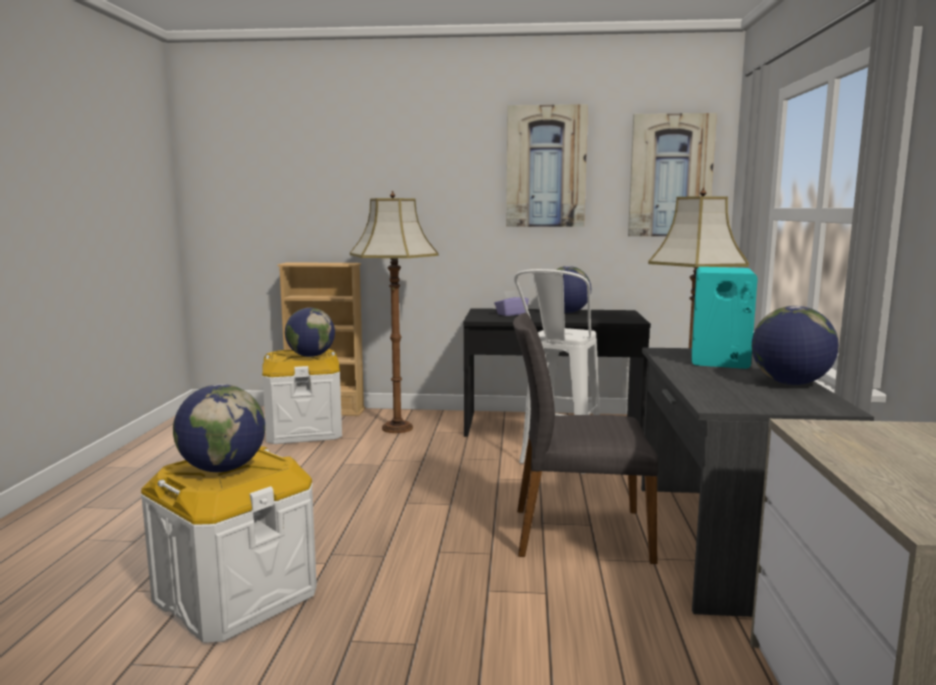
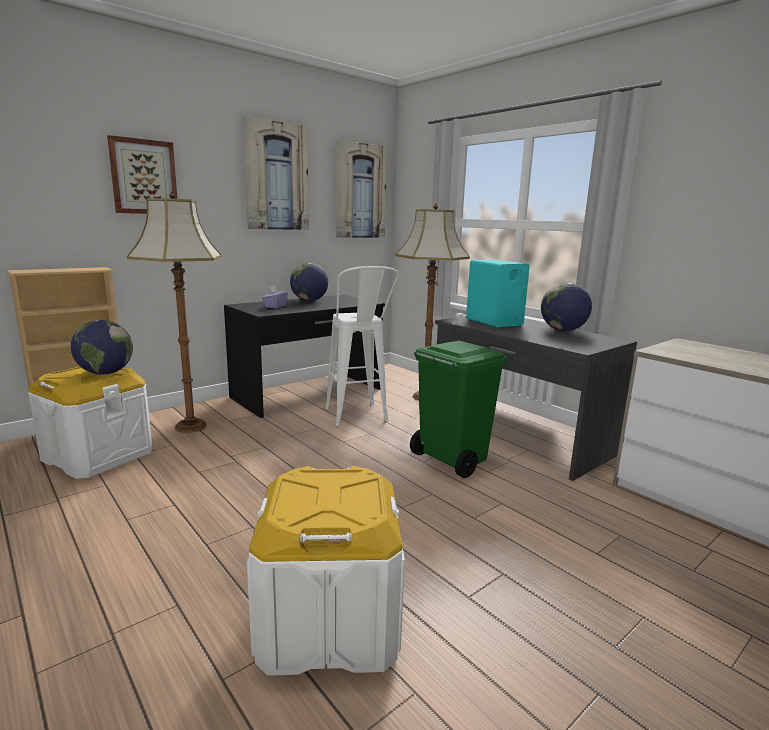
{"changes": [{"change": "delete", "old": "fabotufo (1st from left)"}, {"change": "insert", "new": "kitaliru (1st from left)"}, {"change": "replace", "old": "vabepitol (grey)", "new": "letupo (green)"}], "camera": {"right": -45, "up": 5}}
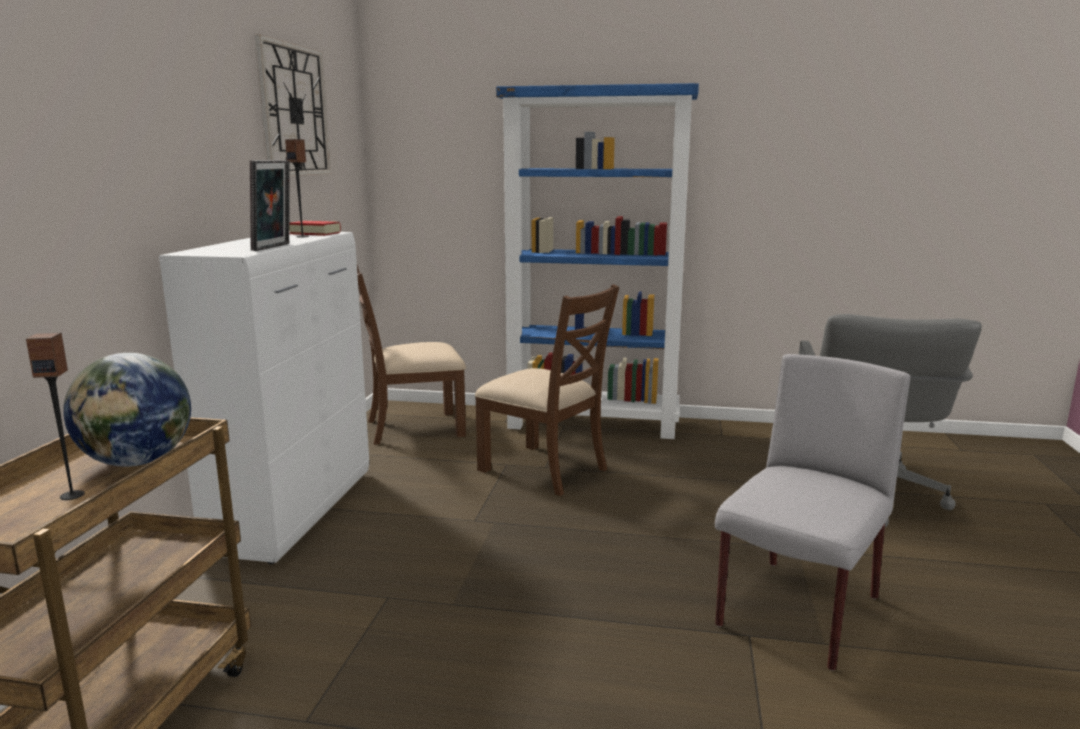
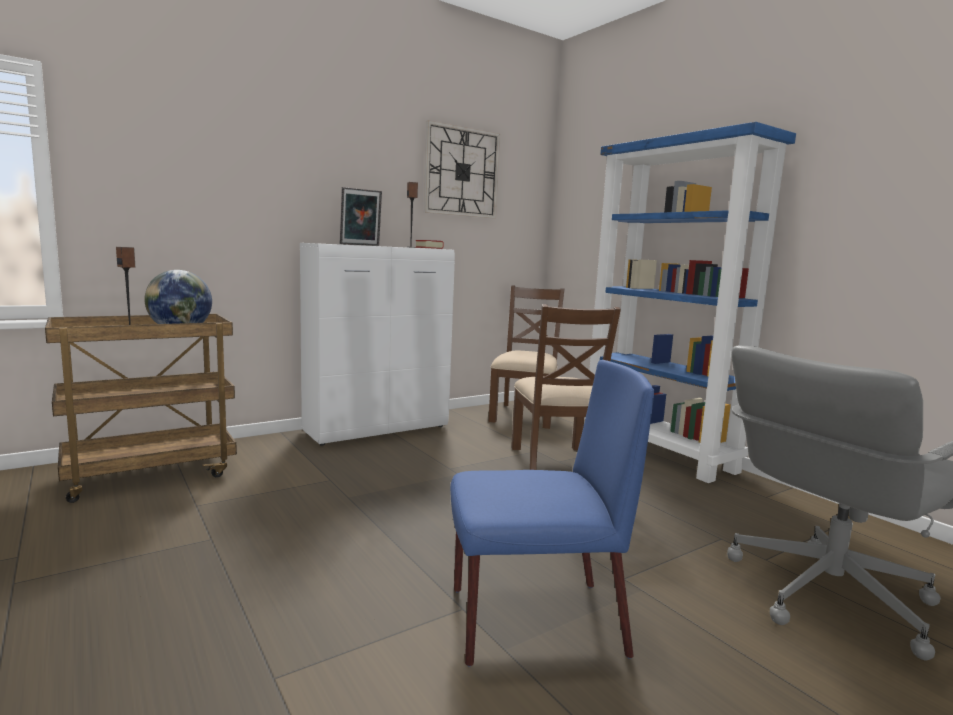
{"changes": [{"change": "recolor", "old": "vabepitol (grey)", "new": "vabepitol (blue)"}, {"change": "rotate", "old": "vabepitol (brown) (1st from left)", "degrees": 75}], "camera": {"right": 45, "up": -5}}
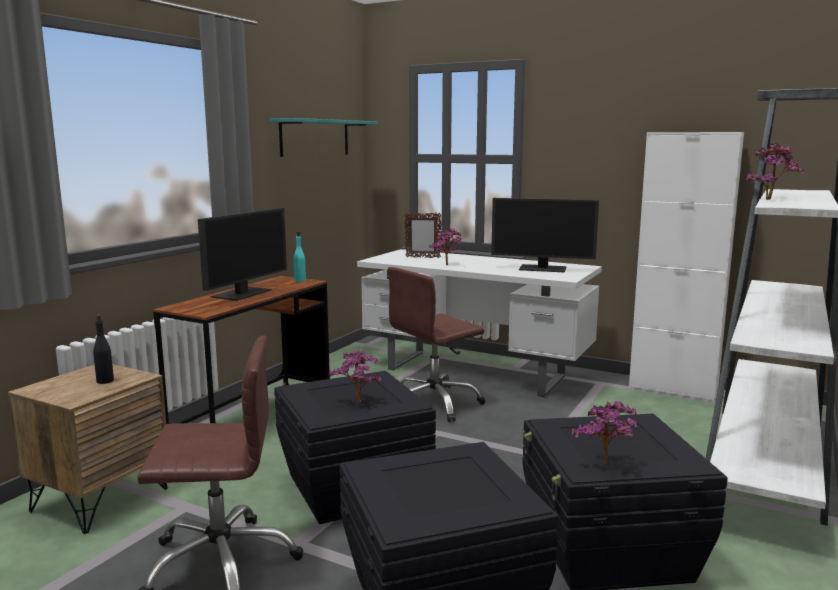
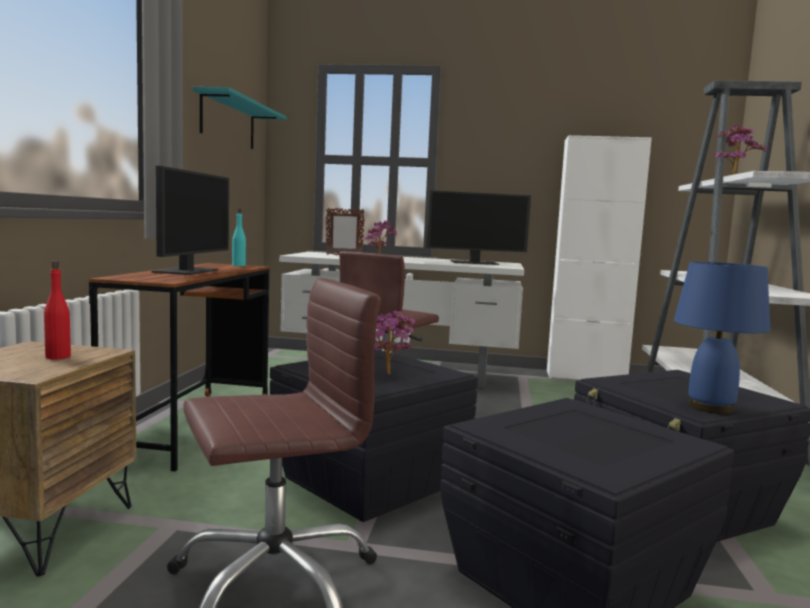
{"changes": [{"change": "replace", "old": "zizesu (3rd from left)", "new": "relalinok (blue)"}, {"change": "recolor", "old": "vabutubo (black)", "new": "vabutubo (red)"}], "camera": {"right": -20, "up": -5}}
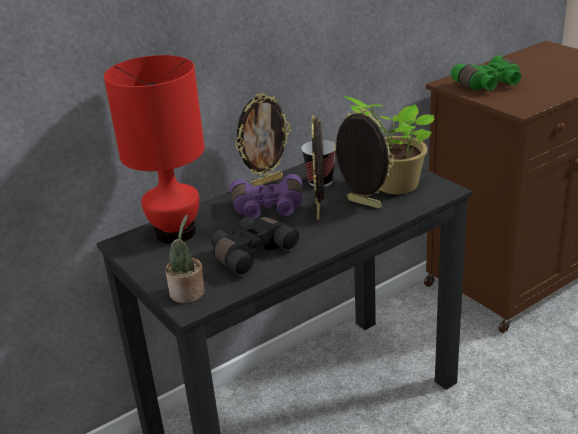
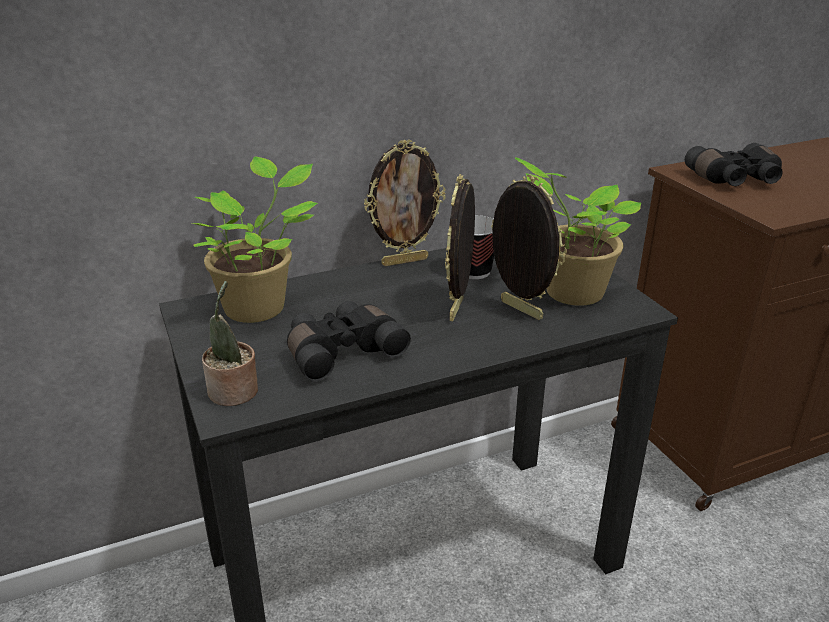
{"changes": [{"change": "delete", "old": "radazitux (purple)"}, {"change": "replace", "old": "relalinok (red)", "new": "zizesu (2nd from left)"}, {"change": "recolor", "old": "radazitux (green)", "new": "radazitux (black) (2nd from left)"}], "camera": {"right": 10, "up": 0}}
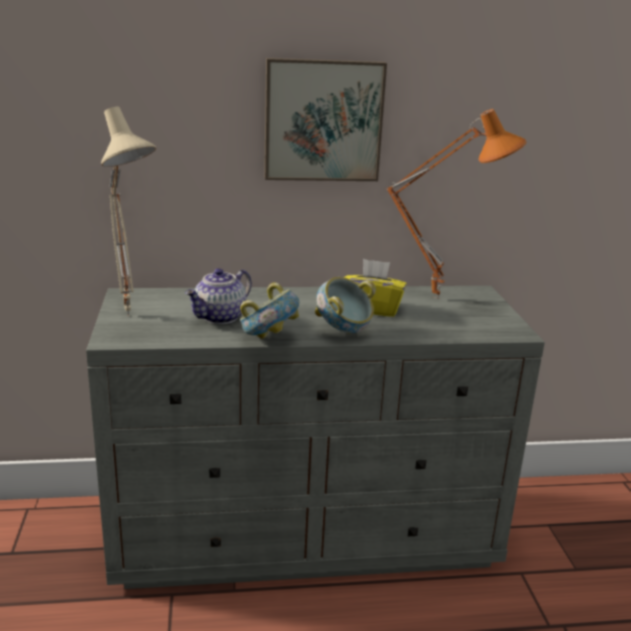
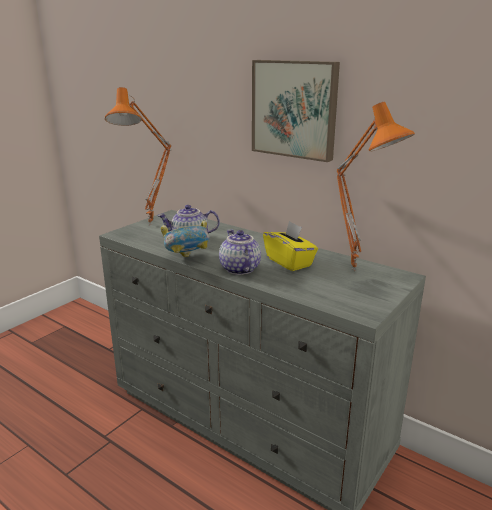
{"changes": [{"change": "replace", "old": "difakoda (2nd from left)", "new": "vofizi (2nd from left)"}, {"change": "recolor", "old": "relalinok (beige)", "new": "relalinok (orange) (1st from left)"}], "camera": {"right": 45, "up": 0}}
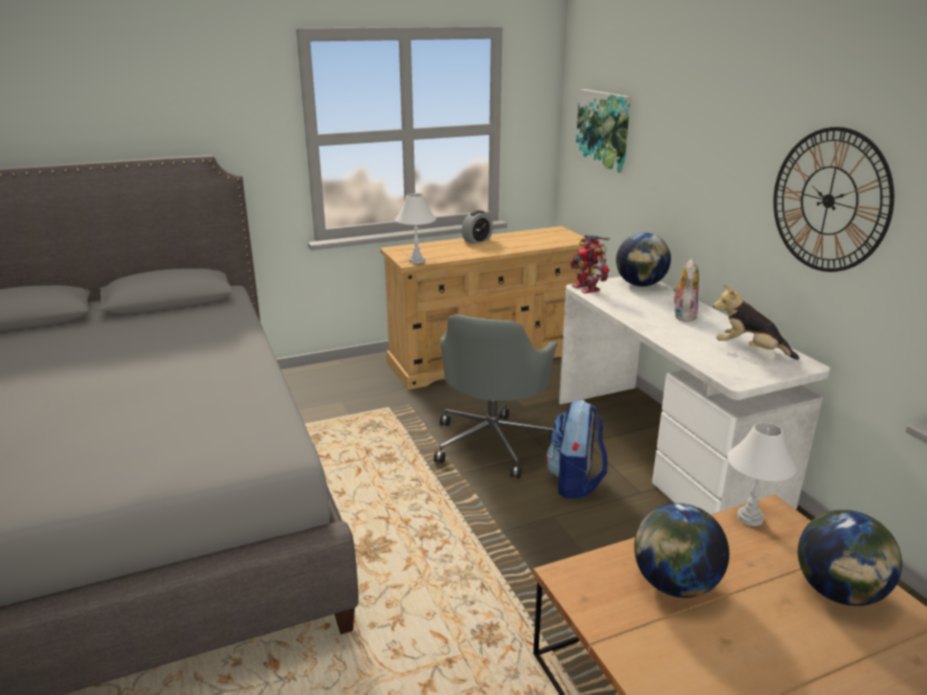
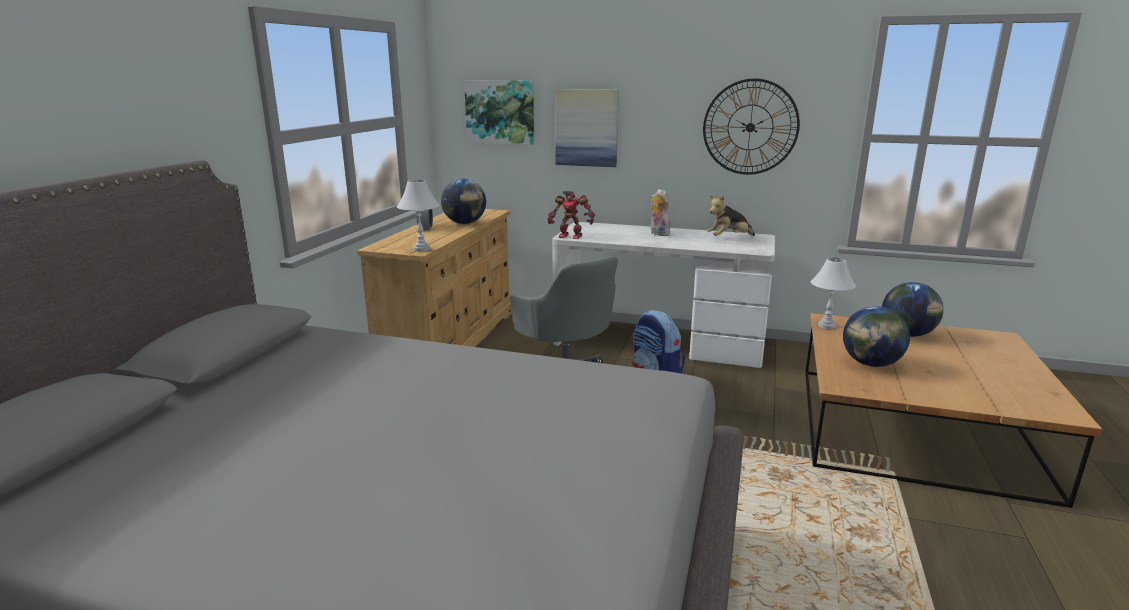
{"changes": [{"change": "insert", "new": "kitaliru (2nd from left)"}, {"change": "move", "old": "fabotufo (1st from left)"}], "camera": {"right": -50, "up": -5}}
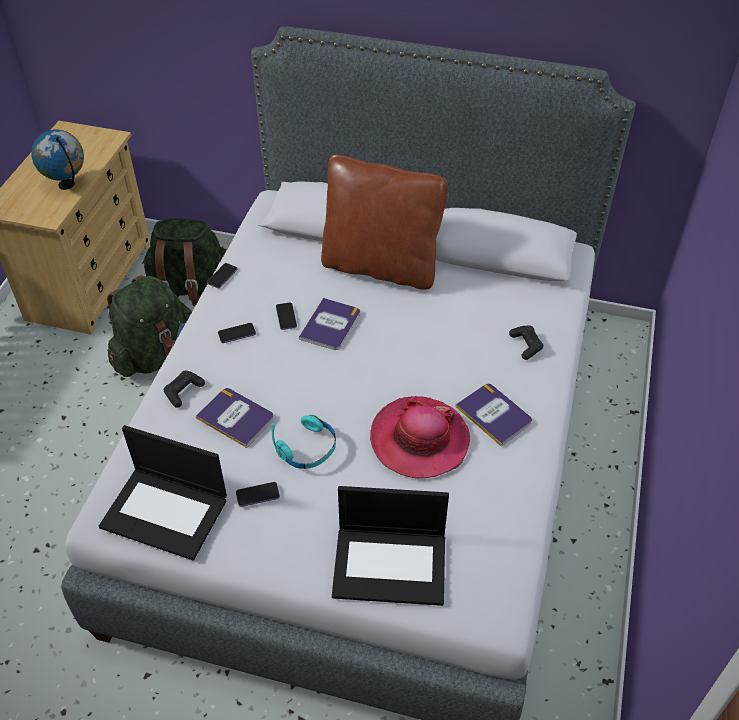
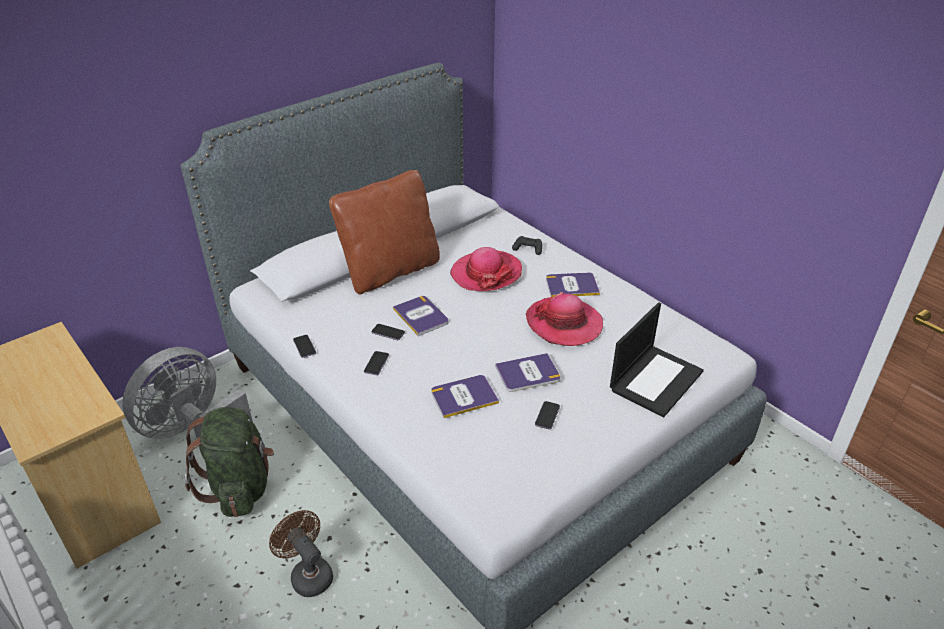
{"changes": [{"change": "delete", "old": "fabotufo"}, {"change": "delete", "old": "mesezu (1st from left)"}, {"change": "delete", "old": "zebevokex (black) (1st from left)"}, {"change": "insert", "new": "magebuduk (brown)"}, {"change": "insert", "new": "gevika (1st from left)"}, {"change": "replace", "old": "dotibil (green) (2nd from left)", "new": "magebuduk (grey)"}, {"change": "replace", "old": "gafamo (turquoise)", "new": "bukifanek (3rd from left)"}], "camera": {"right": -55, "up": -10}}
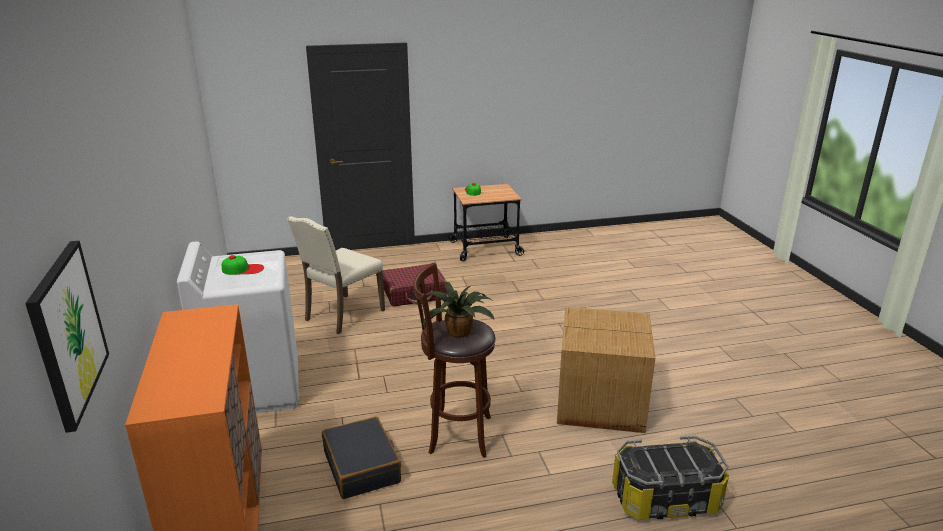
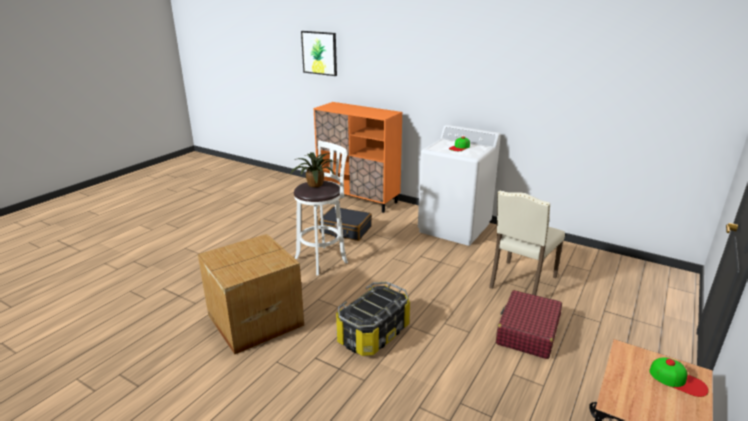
{"changes": [{"change": "move", "old": "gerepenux"}, {"change": "recolor", "old": "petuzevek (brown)", "new": "petuzevek (white)"}, {"change": "rotate", "old": "vabepitol (beige)", "degrees": -135}], "camera": {"right": 135, "up": 0}}
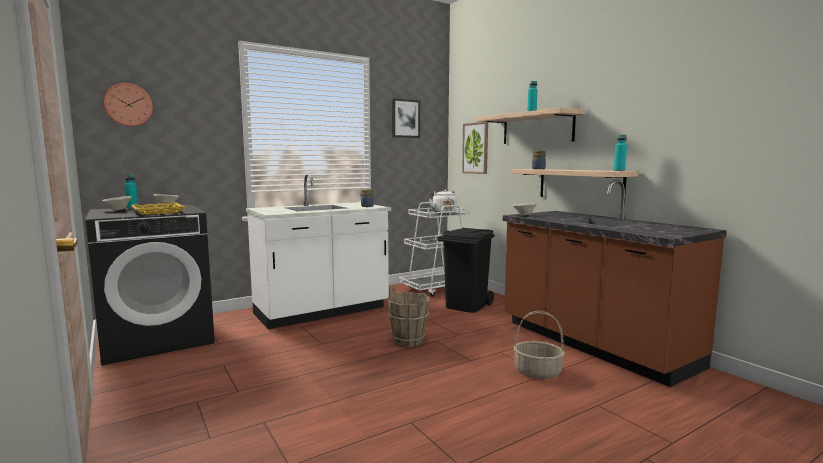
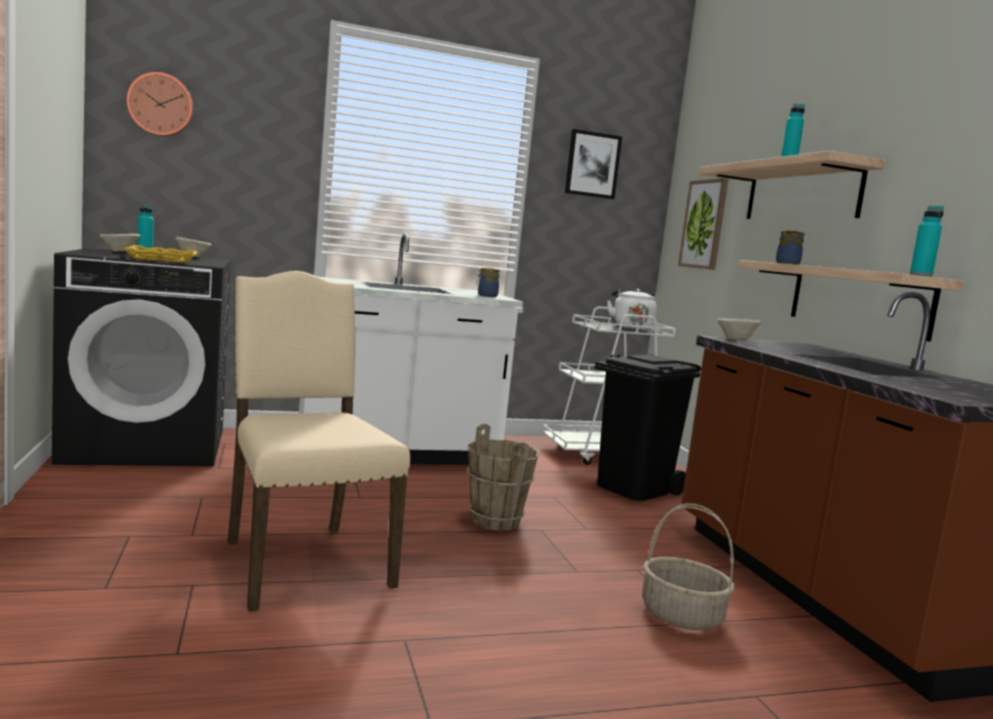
{"changes": [{"change": "insert", "new": "vabepitol (beige)"}], "camera": {"right": 15, "up": 0}}
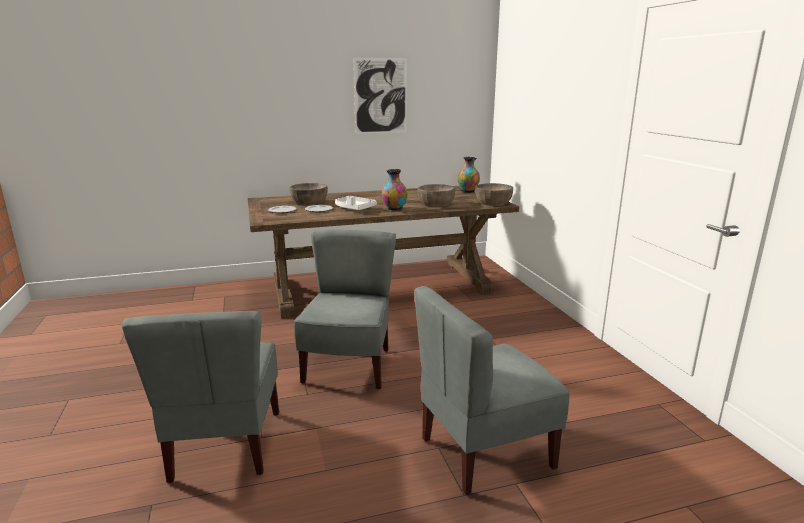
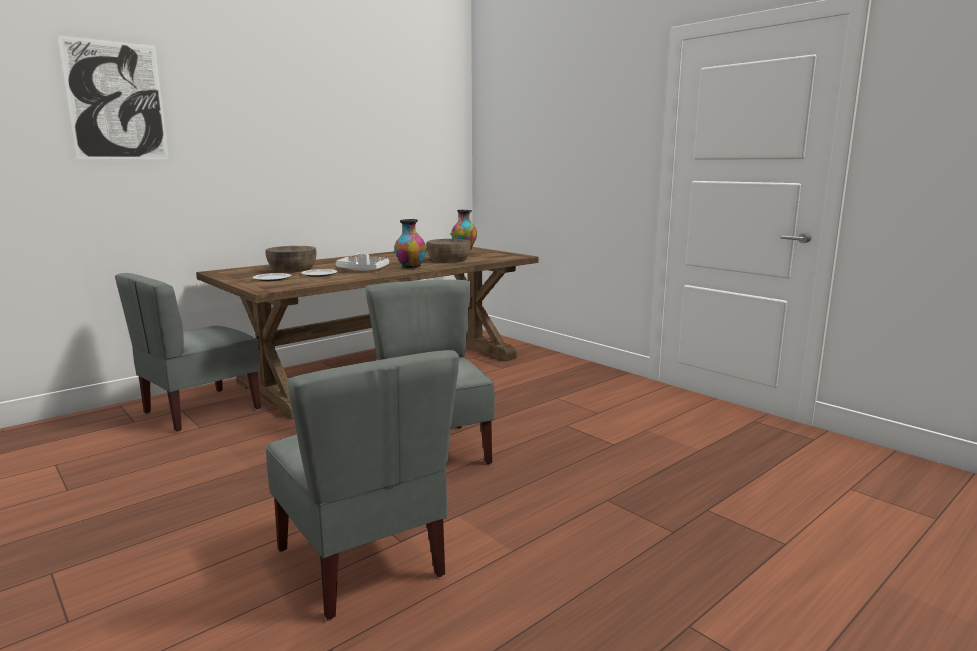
{"changes": [{"change": "delete", "old": "difakoda (brown) (3rd from left)"}, {"change": "move", "old": "kitaliru"}, {"change": "move", "old": "vabepitol (grey) (3rd from left in the first image)", "new": "vabepitol (grey) (1st from left)"}], "camera": {"right": -25, "up": -5}}
